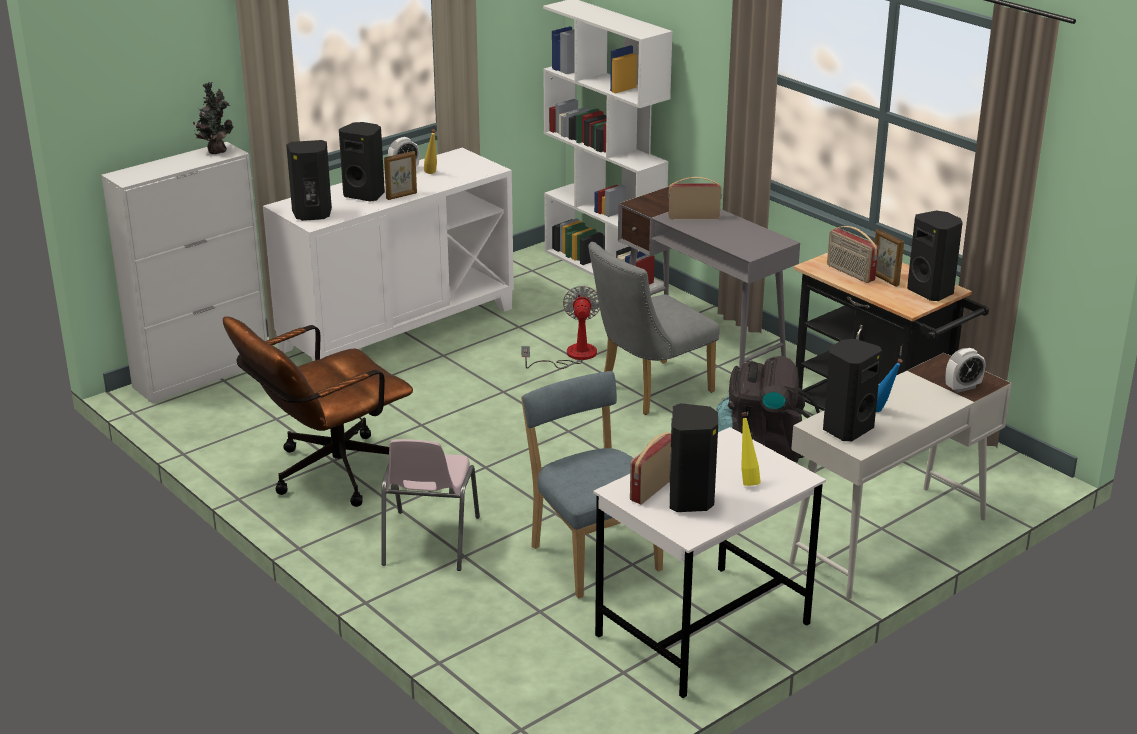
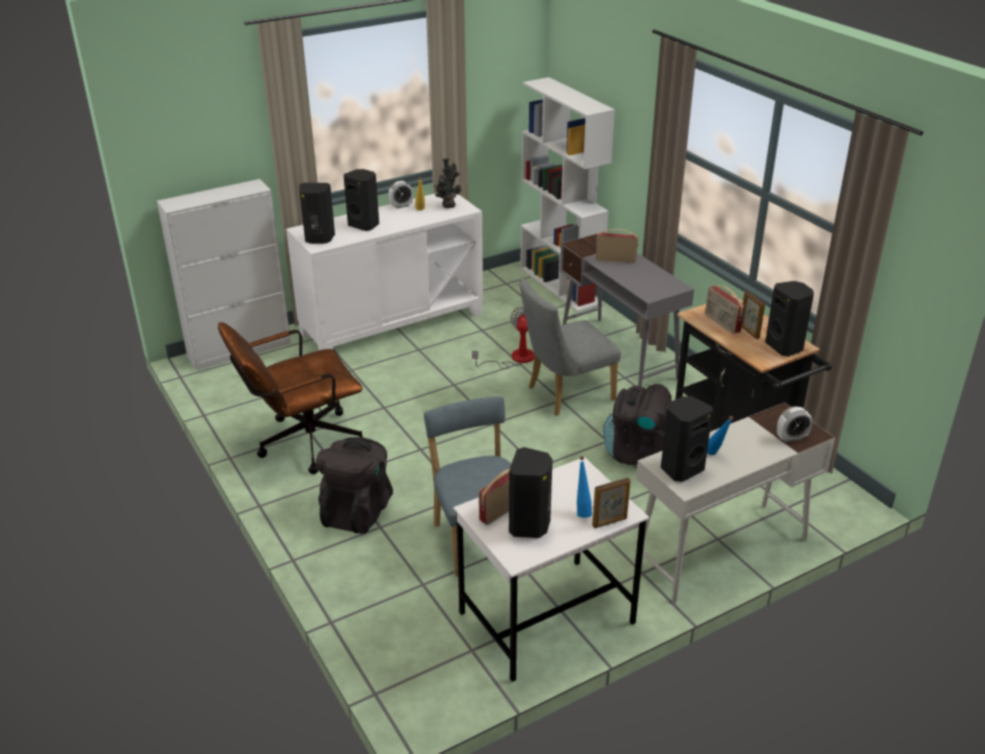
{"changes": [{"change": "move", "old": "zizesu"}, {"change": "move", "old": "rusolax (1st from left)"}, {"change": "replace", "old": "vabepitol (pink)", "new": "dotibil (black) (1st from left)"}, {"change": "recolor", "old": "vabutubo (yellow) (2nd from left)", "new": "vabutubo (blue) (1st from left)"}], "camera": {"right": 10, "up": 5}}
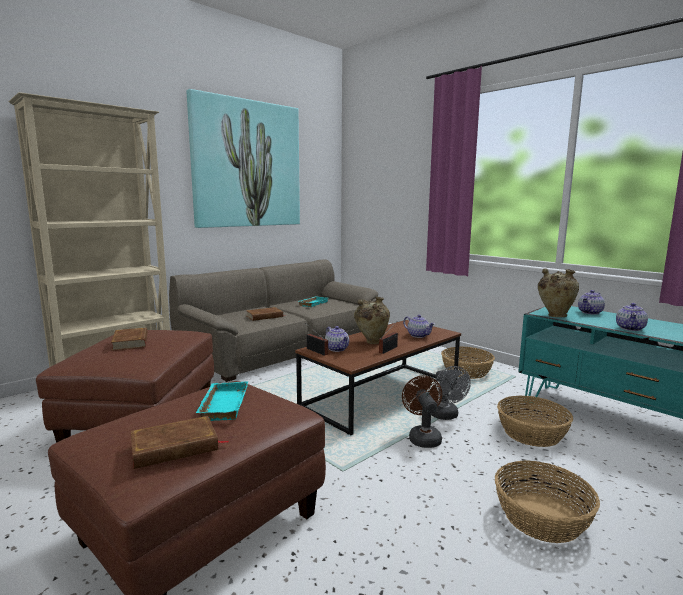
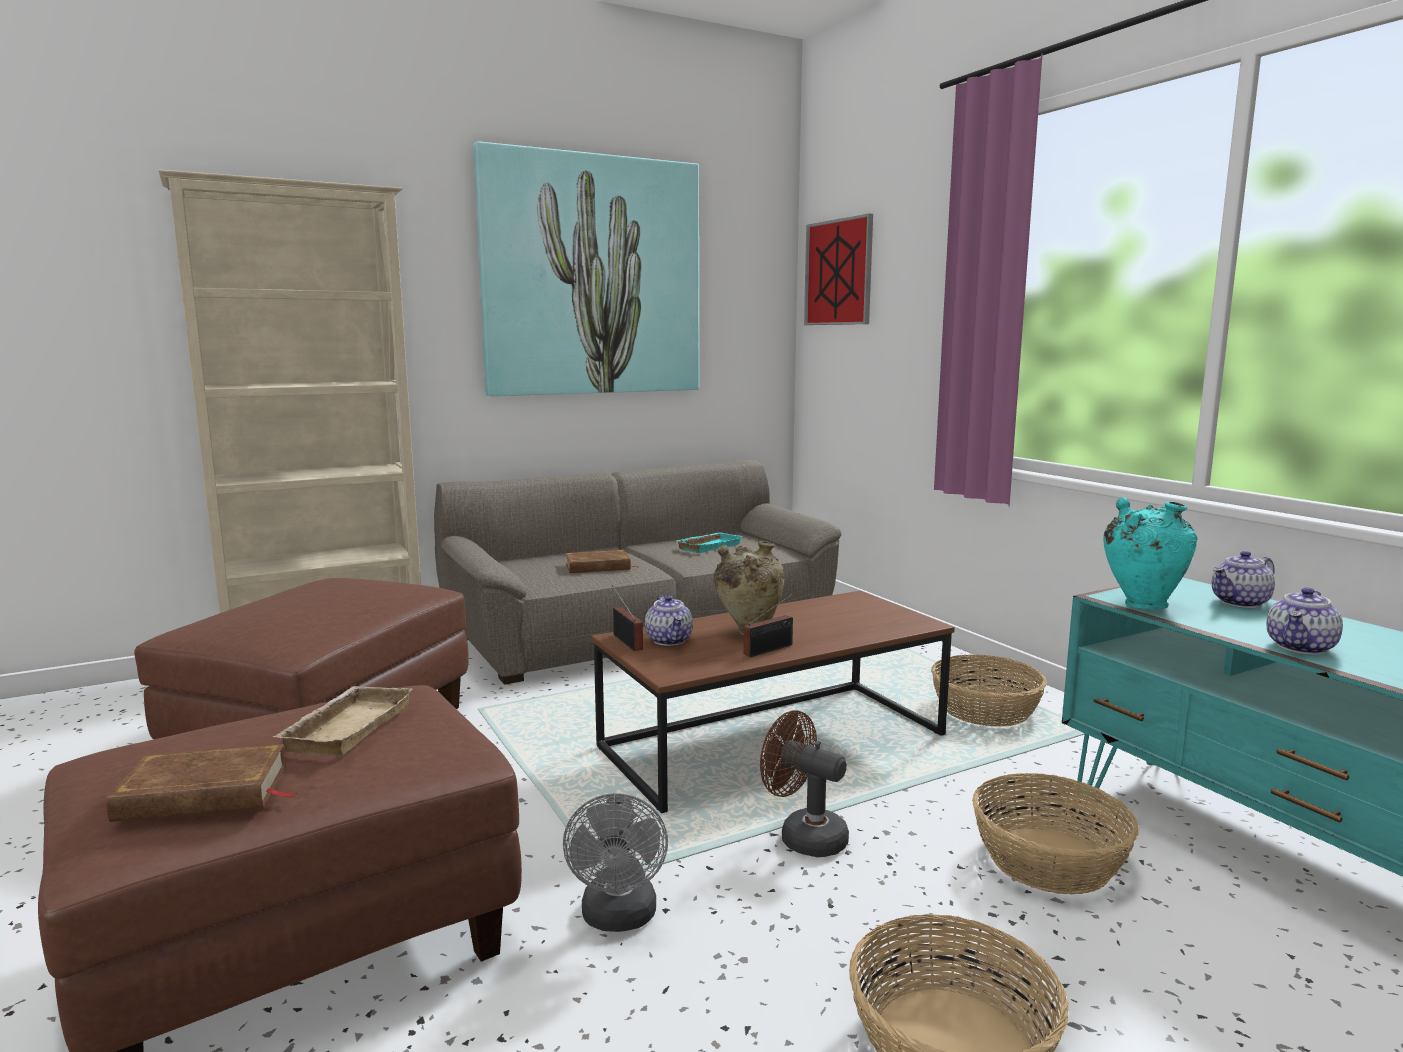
{"changes": [{"change": "delete", "old": "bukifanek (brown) (1st from left)"}, {"change": "delete", "old": "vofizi (2nd from left)"}, {"change": "insert", "new": "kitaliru (2nd from left)"}, {"change": "move", "old": "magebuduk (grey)"}, {"change": "recolor", "old": "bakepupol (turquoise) (1st from left)", "new": "bakepupol (beige)"}, {"change": "recolor", "old": "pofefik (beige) (2nd from left)", "new": "pofefik (turquoise)"}, {"change": "rotate", "old": "magebuduk (brown)", "degrees": -60}], "camera": {"right": 15, "up": 0}}
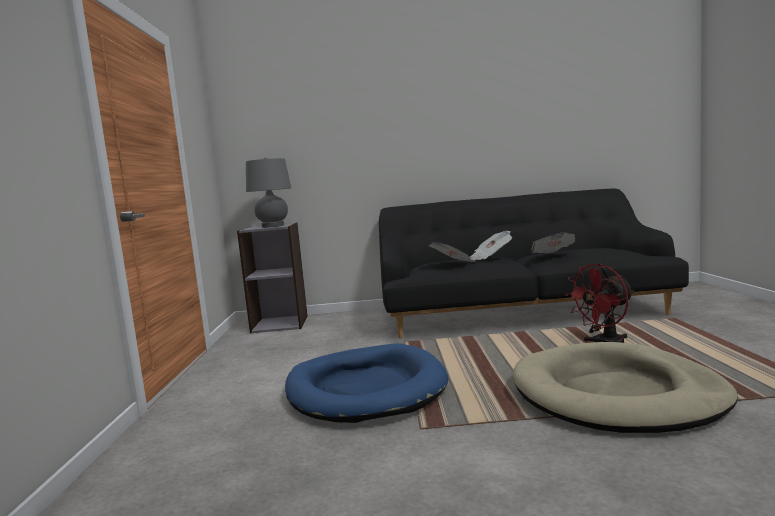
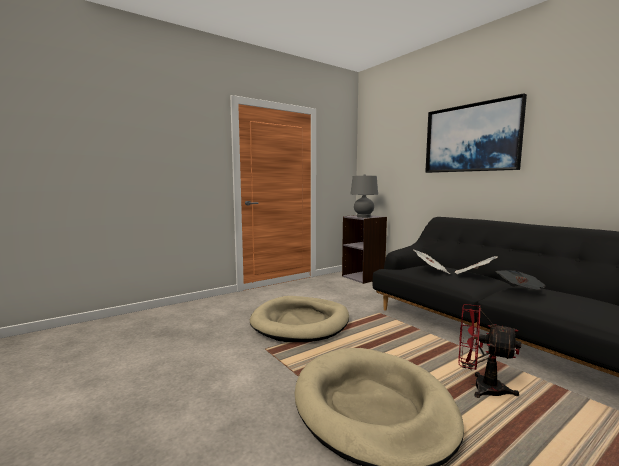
{"changes": [{"change": "insert", "new": "kitaliru"}, {"change": "recolor", "old": "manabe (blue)", "new": "manabe (beige) (1st from left)"}], "camera": {"right": 55, "up": 0}}
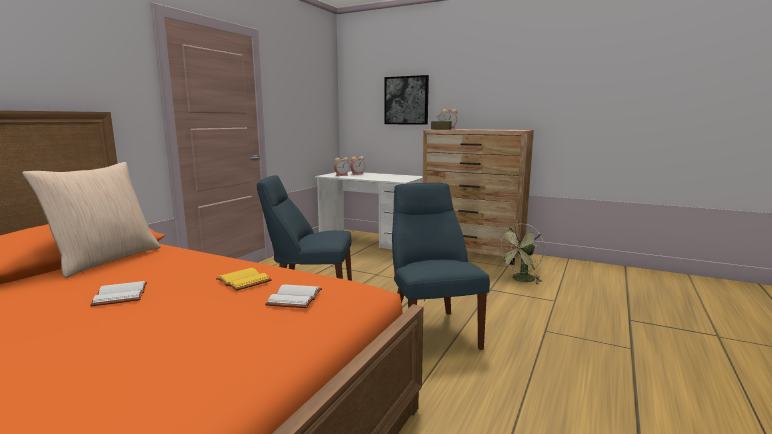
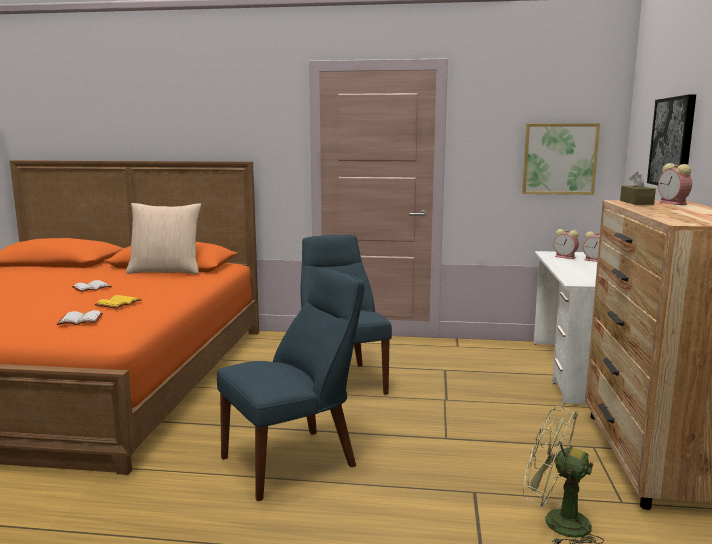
{"changes": [{"change": "insert", "new": "kitaliru (1st from left)"}], "camera": {"right": 70, "up": 0}}
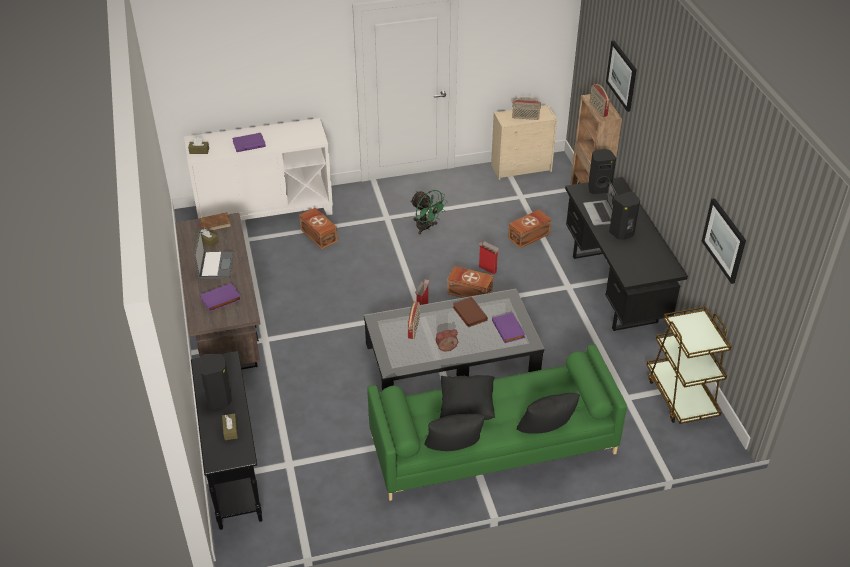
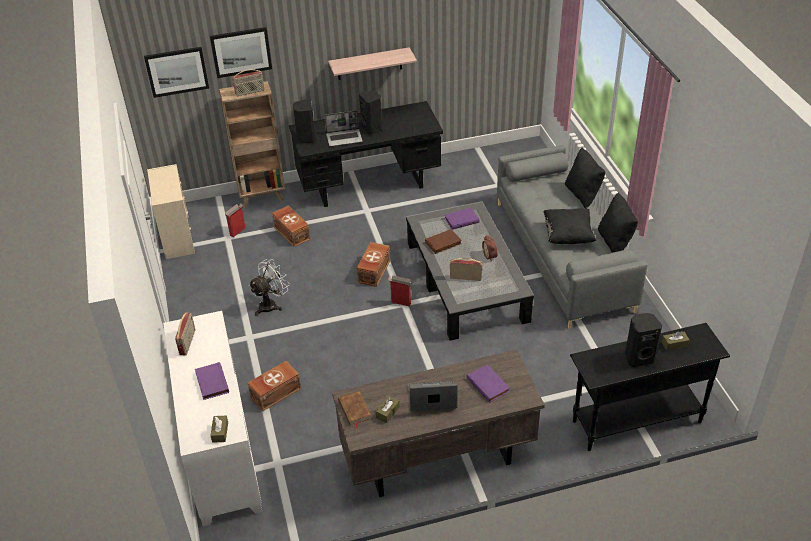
{"changes": [{"change": "delete", "old": "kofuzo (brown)"}, {"change": "insert", "new": "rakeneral"}, {"change": "move", "old": "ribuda (2nd from left in the first image)", "new": "ribuda (1st from left)"}, {"change": "move", "old": "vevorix (2nd from left in the first image)", "new": "vevorix (1st from left)"}, {"change": "move", "old": "kitaliru (2nd from left in the first image)", "new": "kitaliru (1st from left)"}, {"change": "recolor", "old": "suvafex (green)", "new": "suvafex (grey)"}, {"change": "recolor", "old": "magebuduk (green)", "new": "magebuduk (white)"}], "camera": {"right": -90, "up": 0}}
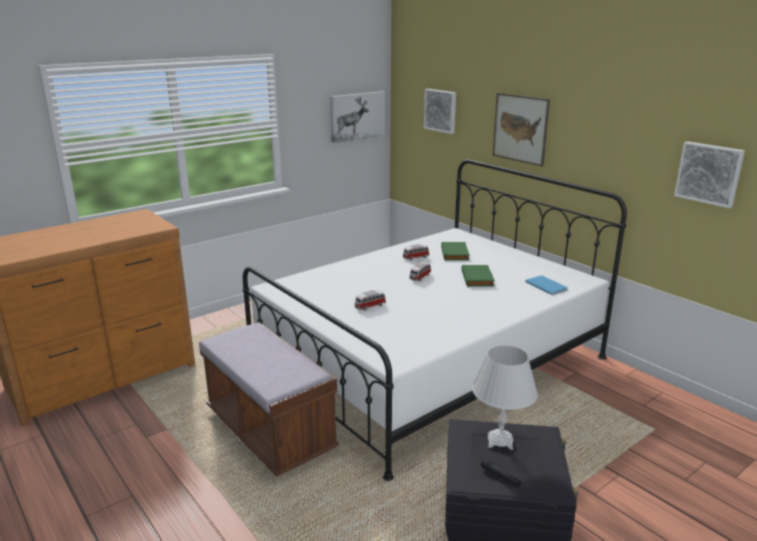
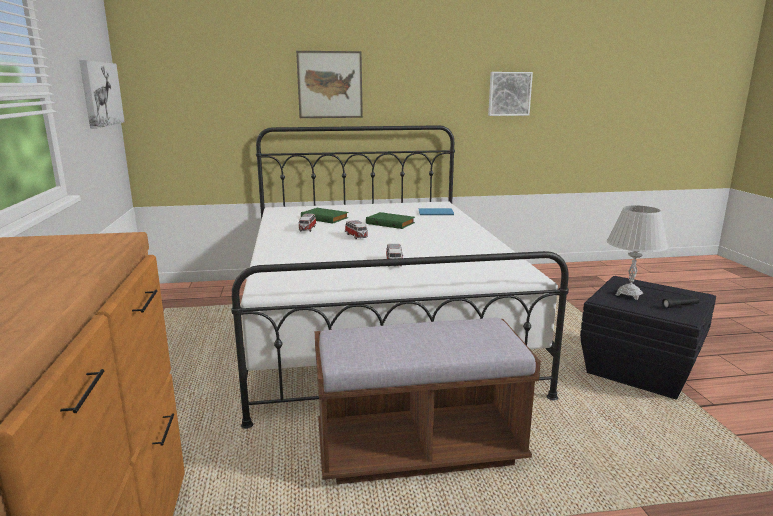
{"changes": [{"change": "delete", "old": "kitaliru (2nd from left)"}], "camera": {"right": -60, "up": -5}}
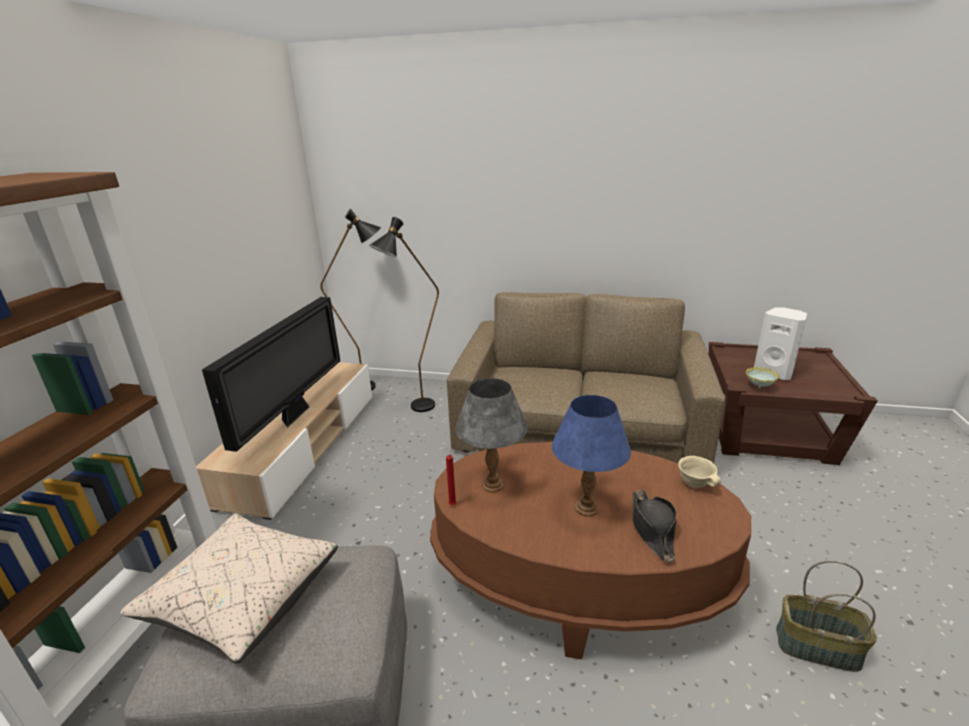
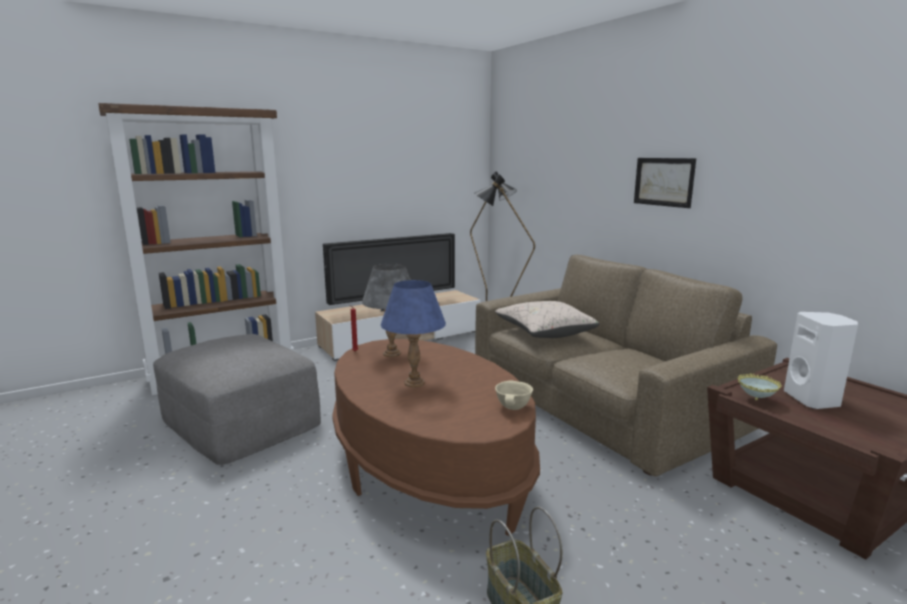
{"changes": [{"change": "delete", "old": "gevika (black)"}, {"change": "insert", "new": "kitaliru"}, {"change": "move", "old": "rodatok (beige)"}], "camera": {"right": 45, "up": -10}}
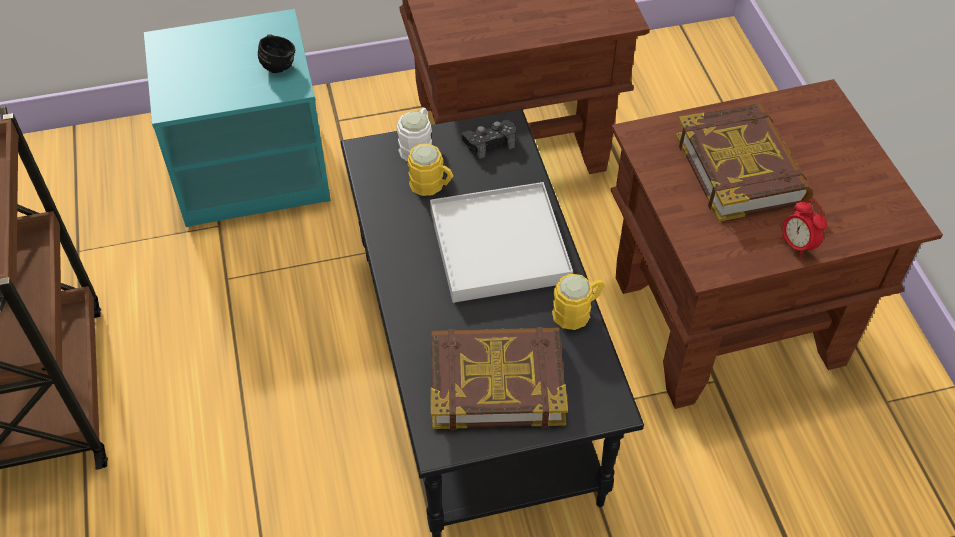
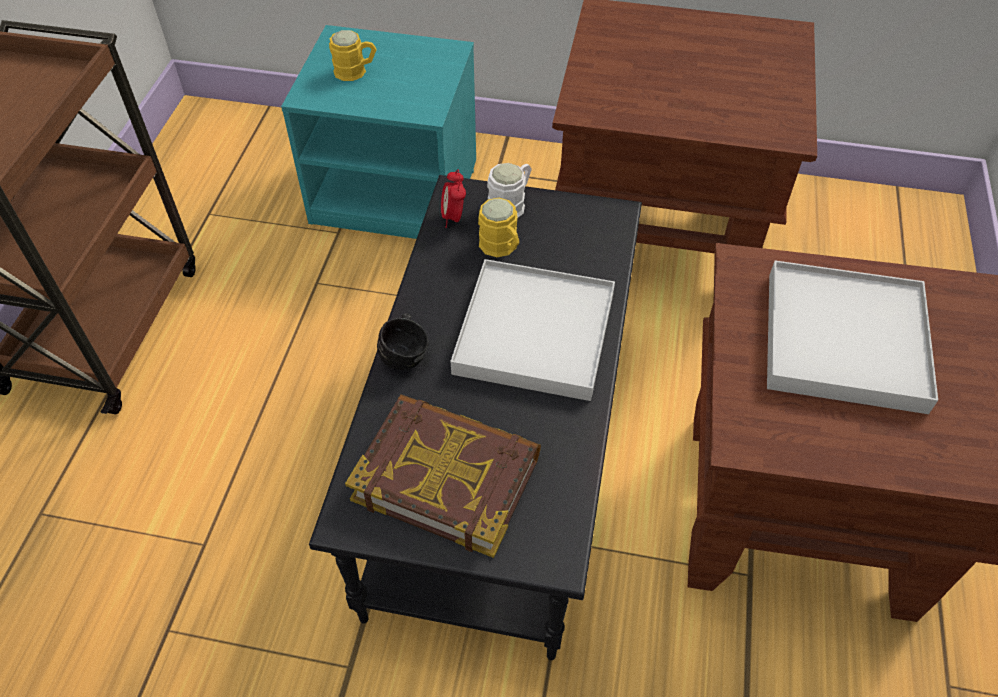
{"changes": [{"change": "delete", "old": "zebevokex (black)"}, {"change": "move", "old": "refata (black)"}, {"change": "move", "old": "refata (yellow) (2nd from left in the first image)", "new": "refata (yellow) (1st from left)"}, {"change": "move", "old": "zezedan"}, {"change": "replace", "old": "bukifanek (2nd from left)", "new": "bakepupol (white) (2nd from left)"}], "camera": {"right": 25, "up": 0}}
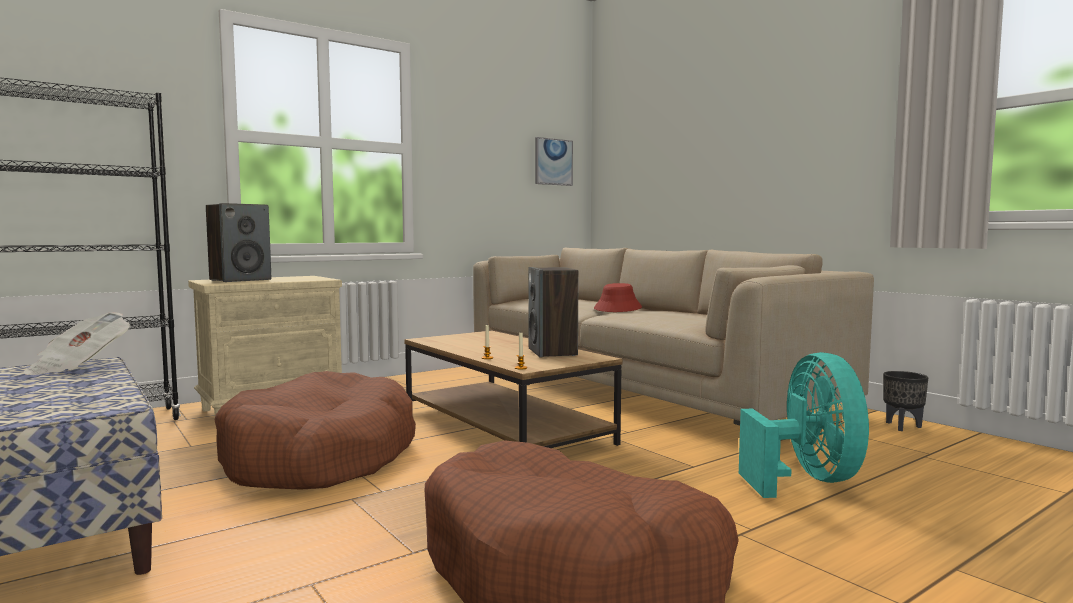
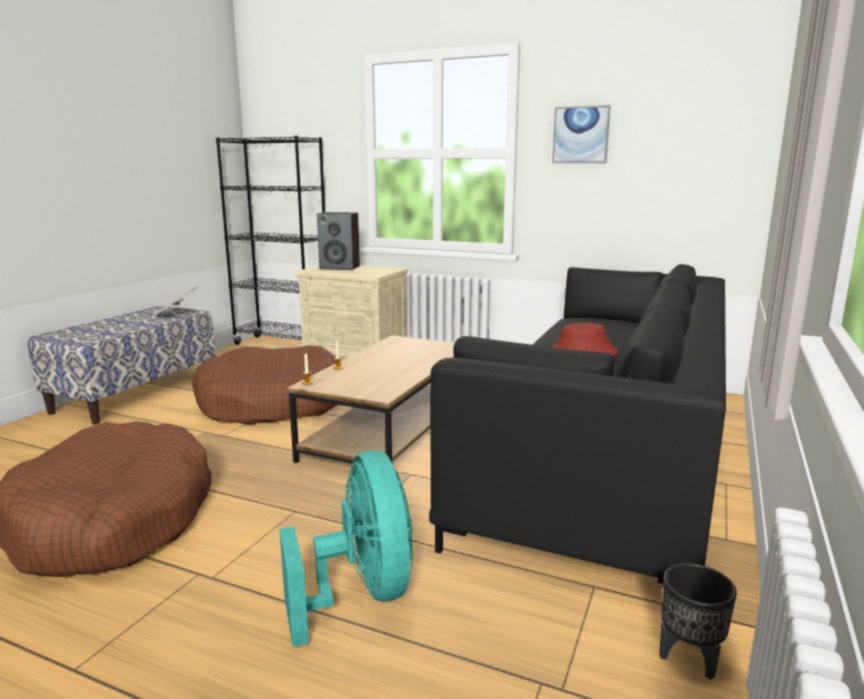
{"changes": [{"change": "delete", "old": "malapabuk (2nd from left)"}, {"change": "move", "old": "kitaliru"}, {"change": "recolor", "old": "suvafex (beige)", "new": "suvafex (black)"}, {"change": "rotate", "old": "magebuduk (turquoise)", "degrees": -75}], "camera": {"right": 60, "up": 10}}
